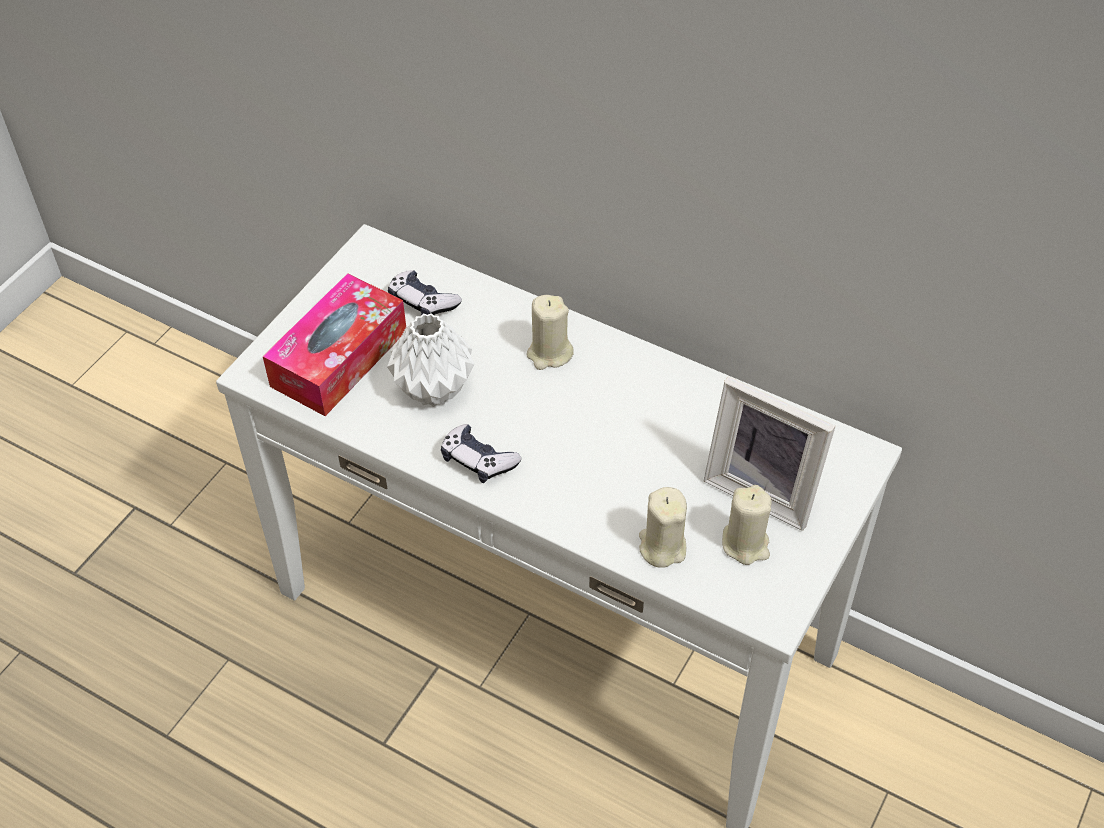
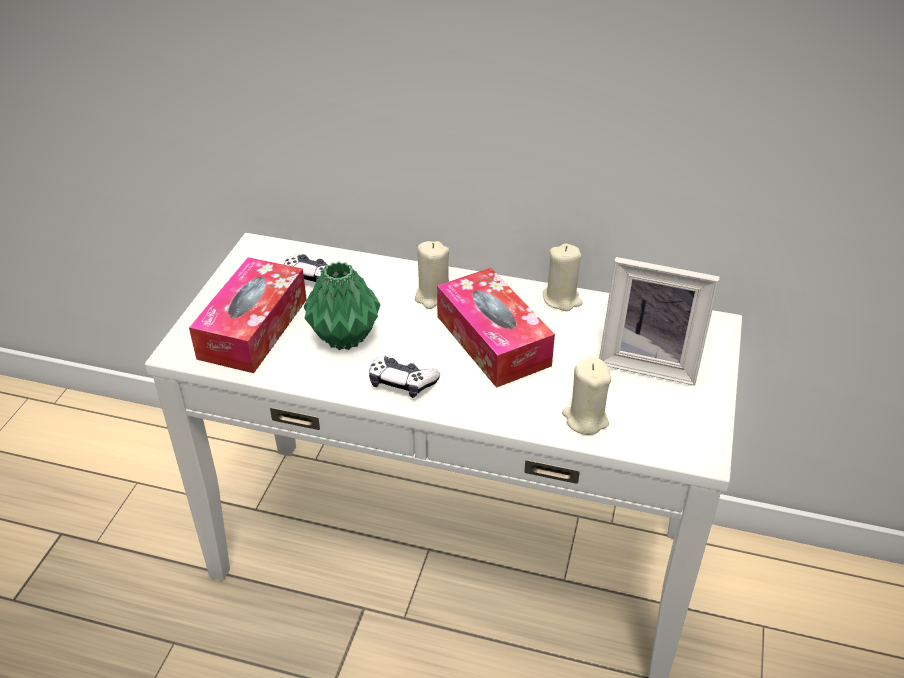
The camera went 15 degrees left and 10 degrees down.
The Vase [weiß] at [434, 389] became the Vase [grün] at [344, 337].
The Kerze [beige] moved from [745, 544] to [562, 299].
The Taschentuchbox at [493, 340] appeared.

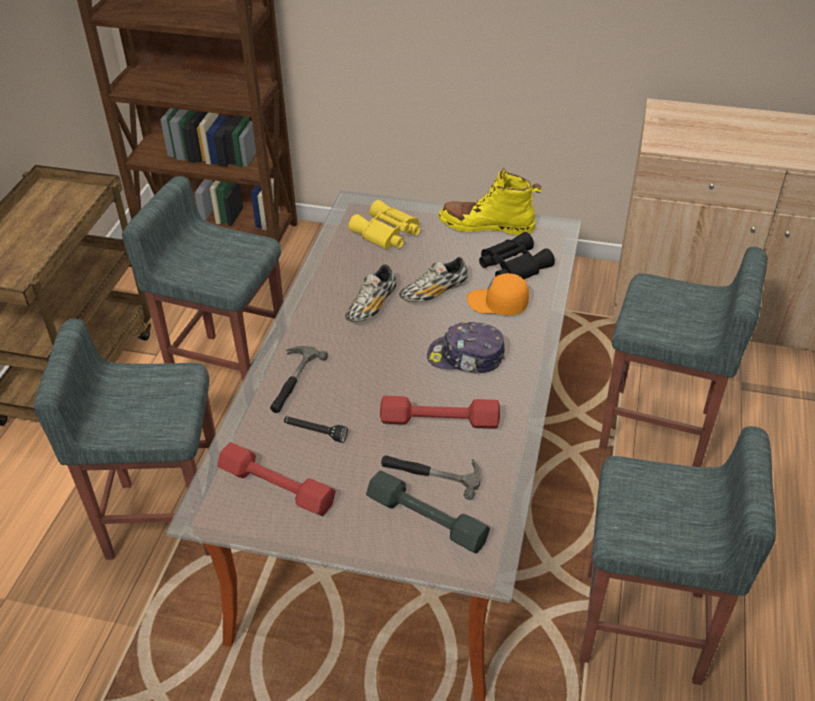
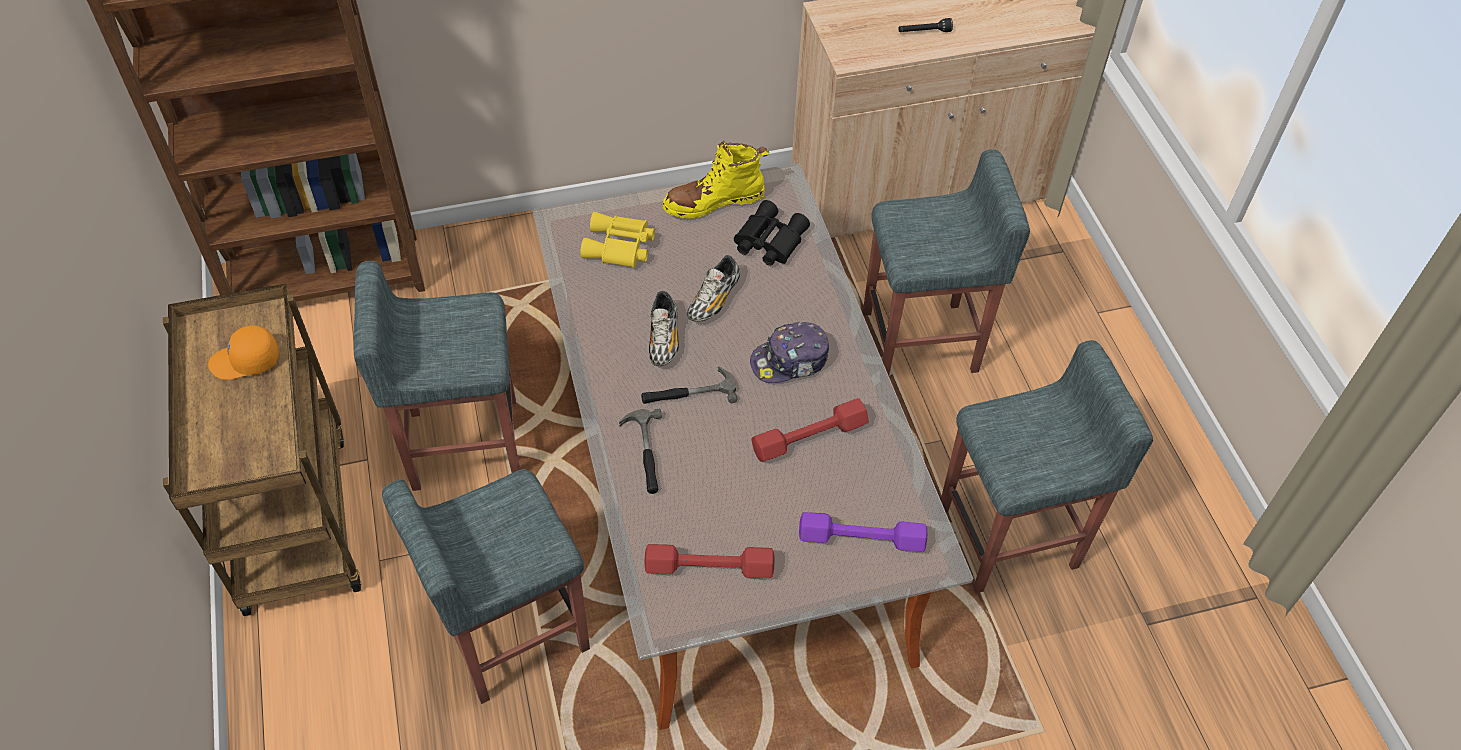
The camera went 30 degrees left and 10 degrees up.
The Kappe [orange] moved from [497, 304] to [245, 362].
The Taschenlampe [schwarz] moved from [315, 432] to [924, 32].
The Hammer moved from [431, 473] to [688, 392].
The Hantel [grau] at [427, 519] became the Hantel [lila] at [861, 538].

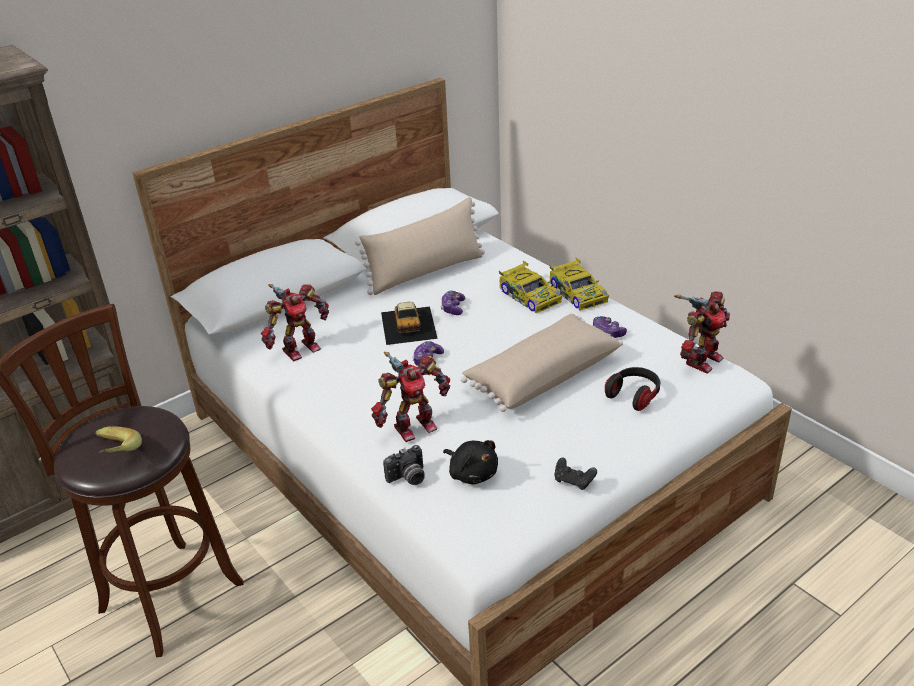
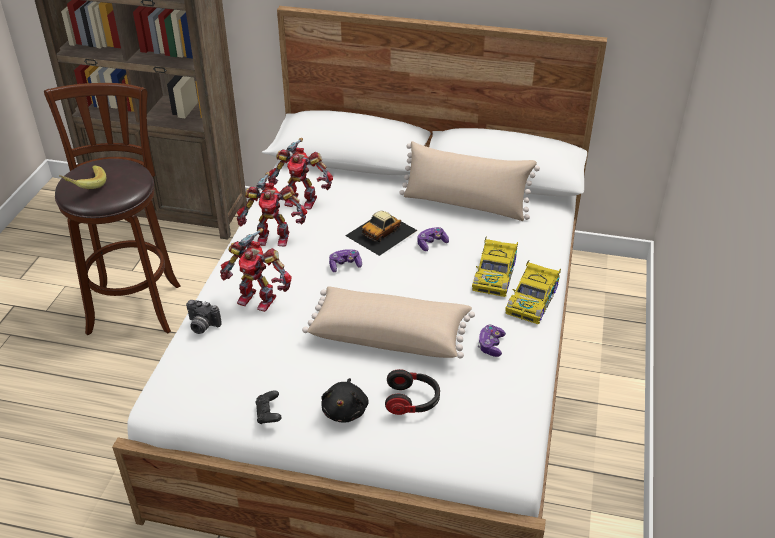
The camera went 50 degrees right and 5 degrees up.
The Spielzeugroboter moved from [701, 360] to [273, 237].
The Plüschtier [schwarz] moved from [472, 473] to [345, 410].

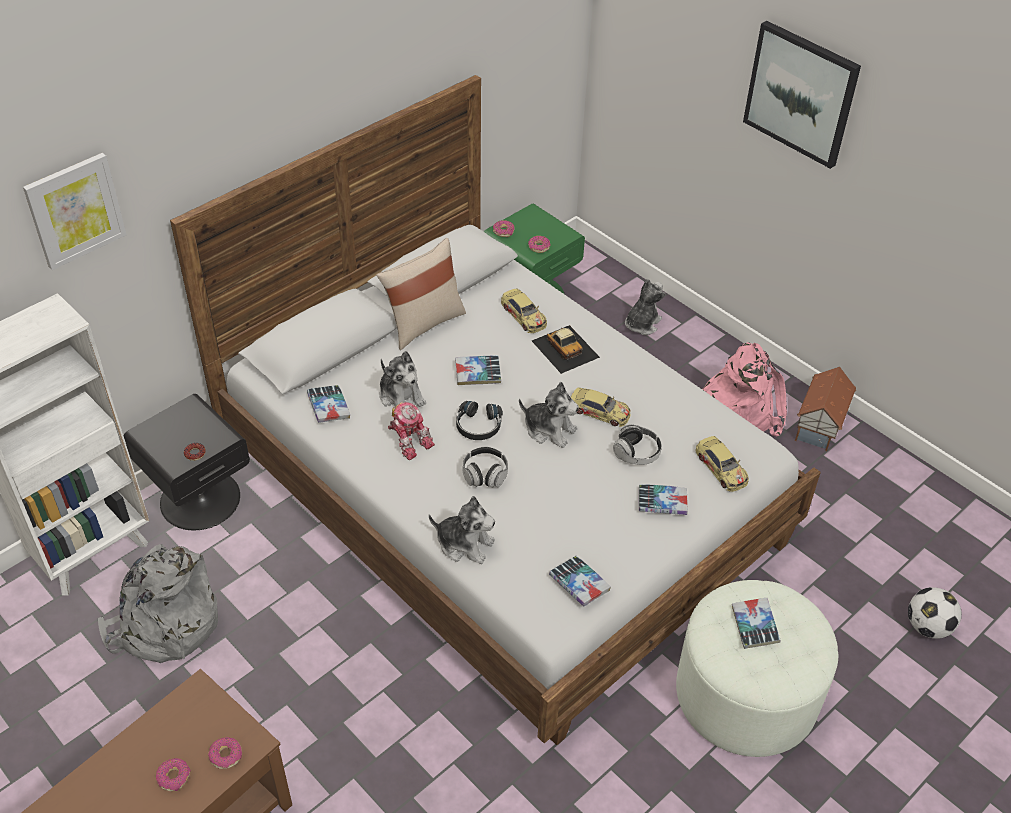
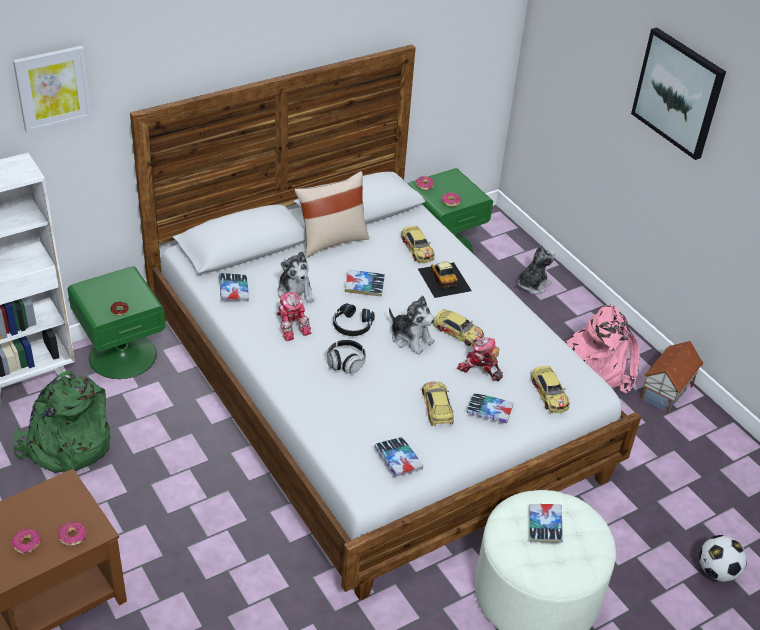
The camera went 10 degrees right and 5 degrees down.
The Nachttisch [schwarz] at [199, 498] became the Nachttisch [grün] at [122, 355].
The Kopfhörer at [637, 453] was replaced by the Spielzeugroboter at [480, 369].
The Plüschtier at [464, 544] disappeared.
The Rucksack [grau] at [165, 625] became the Rucksack [grün] at [66, 445].
The Spielzeugauto at [437, 406] appeared.

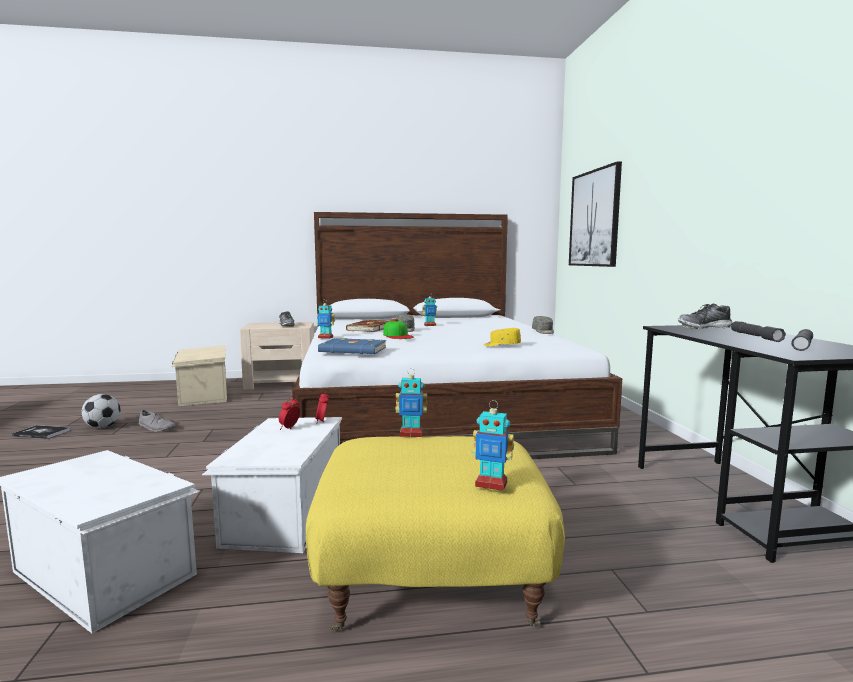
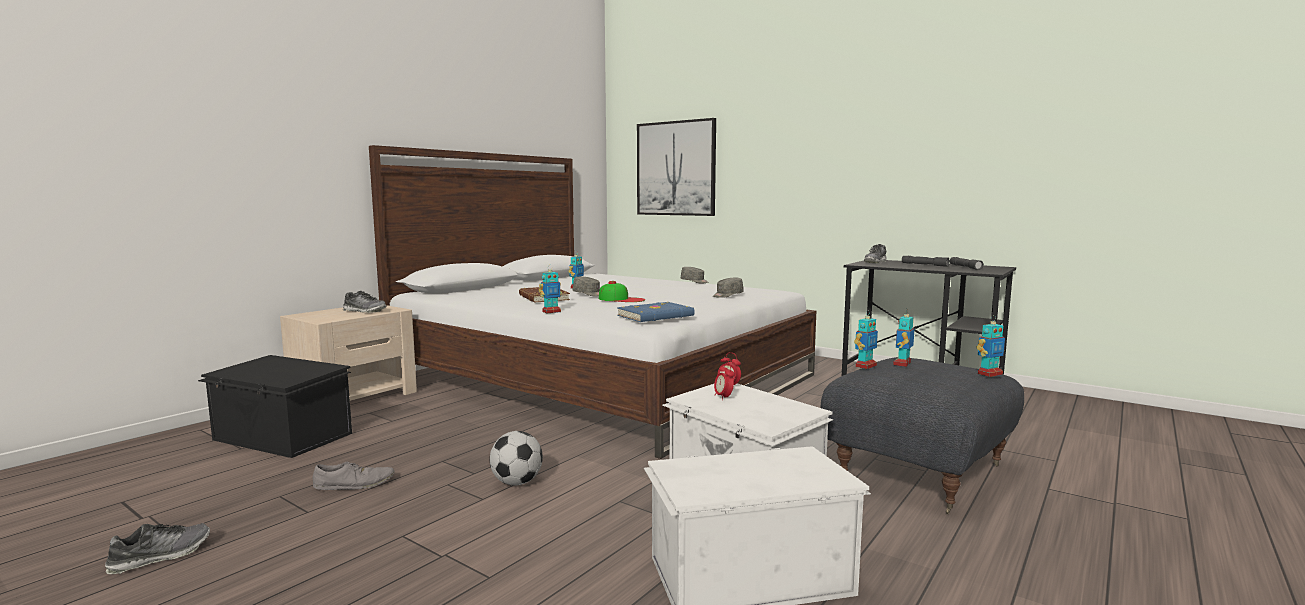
The camera went 45 degrees left and 0 degrees up.
The Kappe [gelb] at [502, 345] became the Kappe [grau] at [727, 295].
The Aufbewahrungsbox [beige] at [202, 395] became the Aufbewahrungsbox [schwarz] at [282, 437].
The Fußball moved from [102, 427] to [516, 483].
The Buch at [41, 433] was replaced by the Schuh at [161, 556].
The Polsterhocker [gelb] at [433, 580] became the Polsterhocker [grau] at [917, 471].
The Spielzeugroboter at [902, 364] appeared.

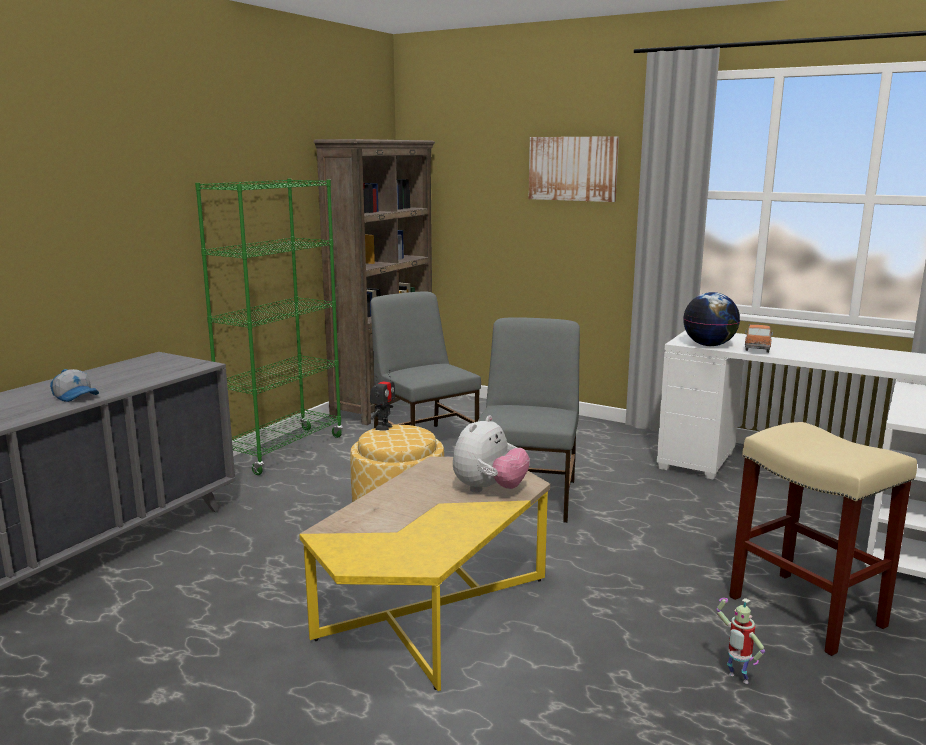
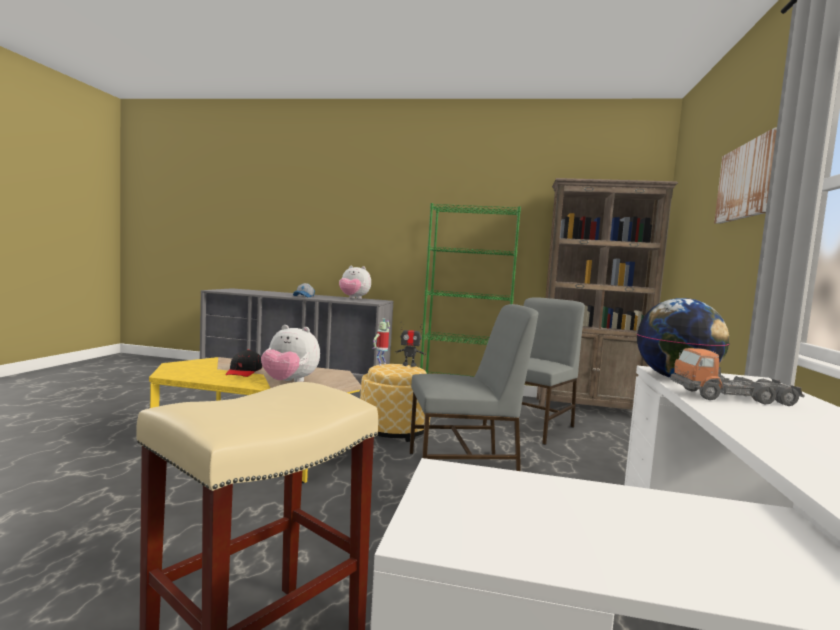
The camera went 70 degrees right and 10 degrees down.
The Spielzeugroboter moved from [736, 679] to [381, 364].
The Plüschtier at [353, 298] appeared.
The Kappe [schwarz] at [244, 371] appeared.

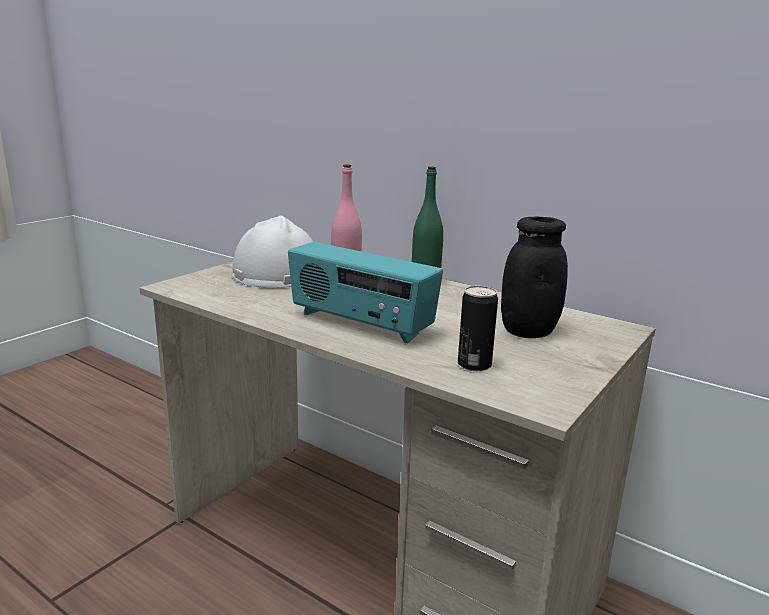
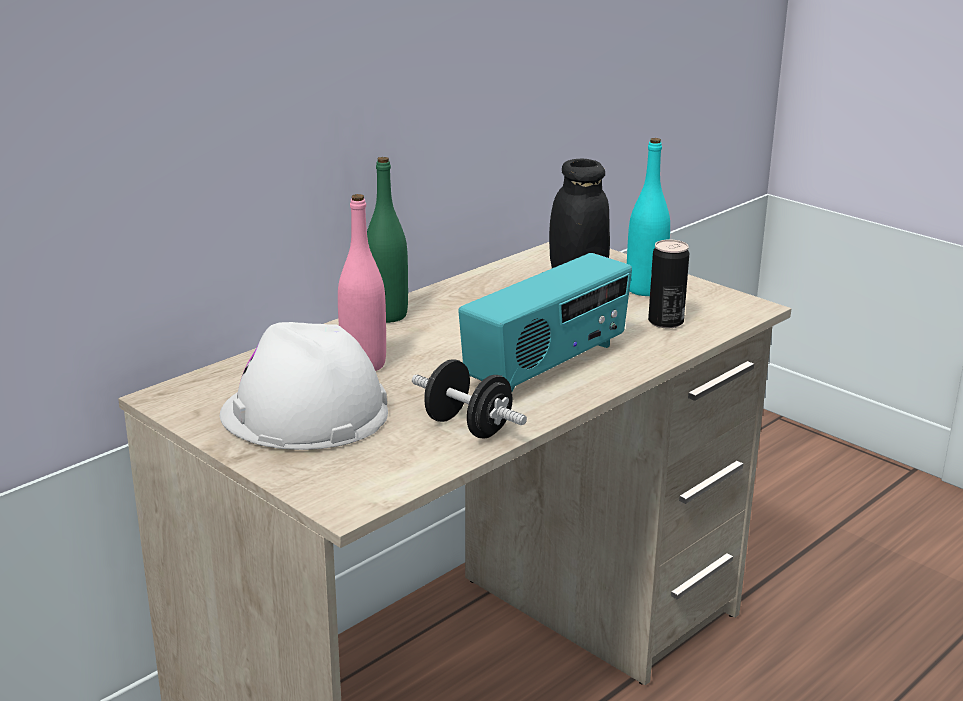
The camera went 80 degrees left and 5 degrees up.
The Flasche [türkis] at [645, 289] appeared.
The Hantel [schwarz] at [468, 427] appeared.

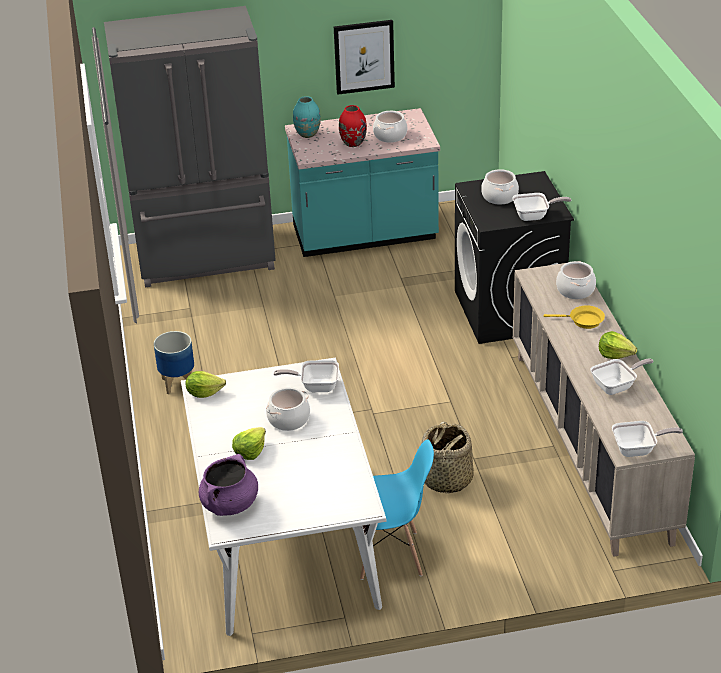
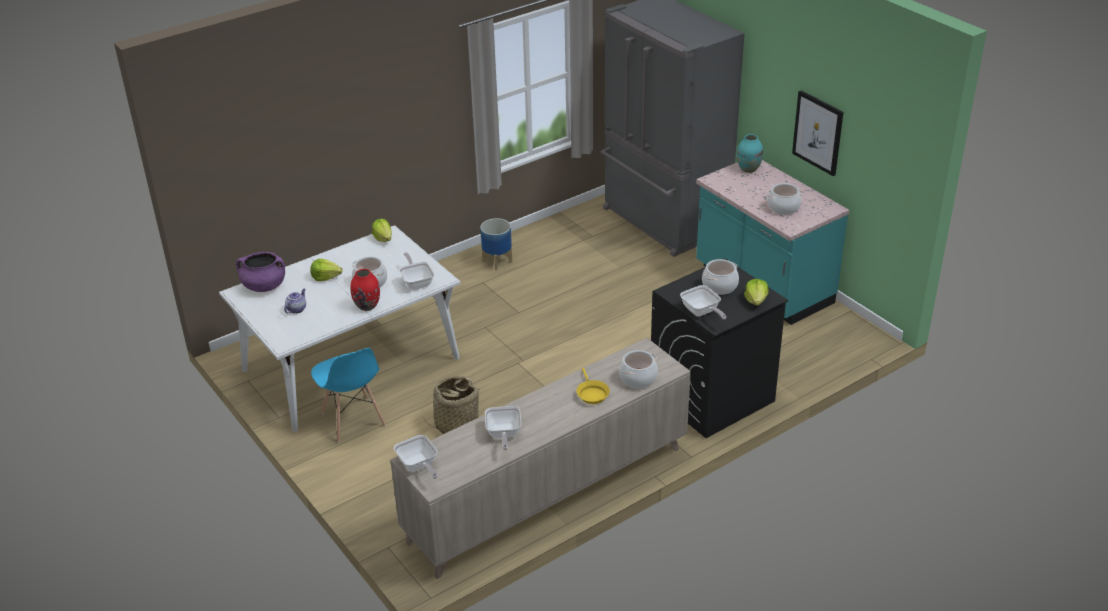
The camera went 65 degrees right and 0 degrees up.
The Vase [rot] moved from [353, 143] to [367, 306].
The Salatkopf moved from [615, 354] to [756, 300].
The Pfanne at [617, 386] turned 45 degrees clockwise.
The Teekanne at [296, 309] appeared.

